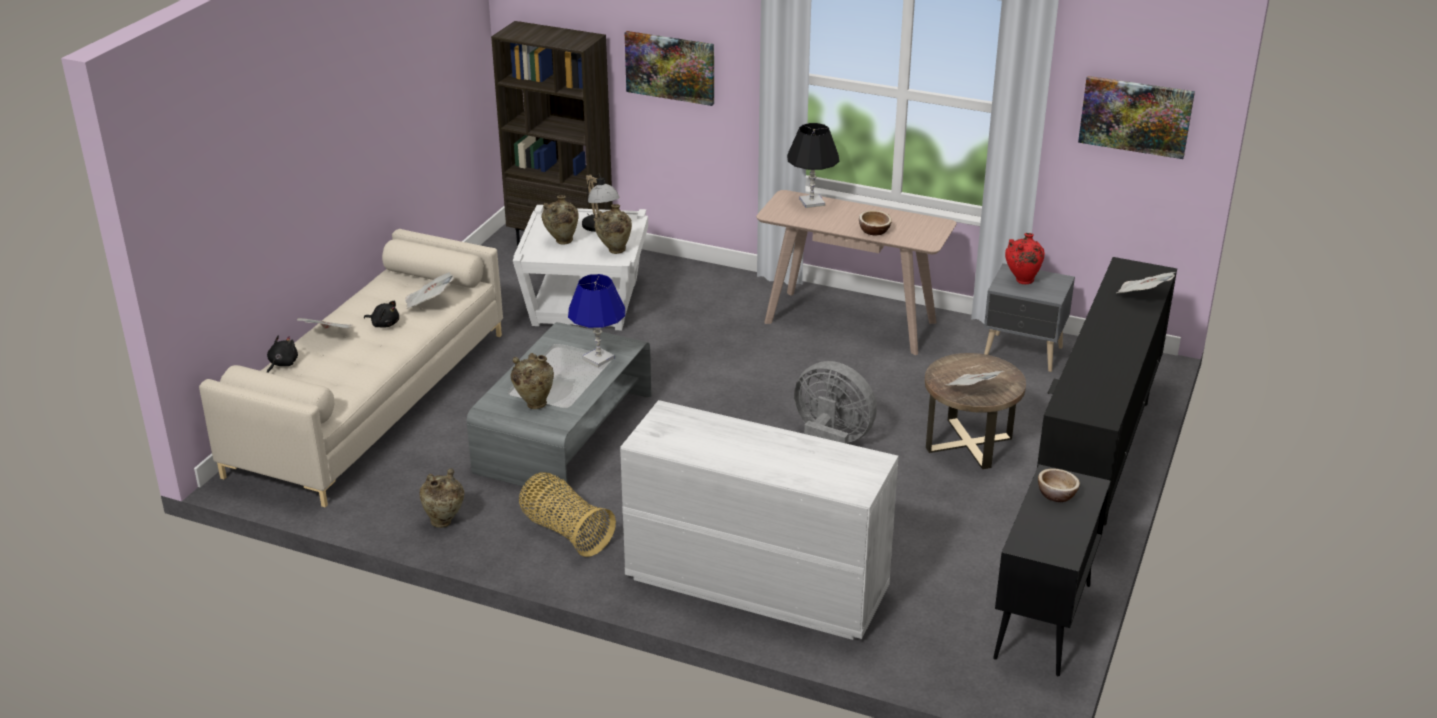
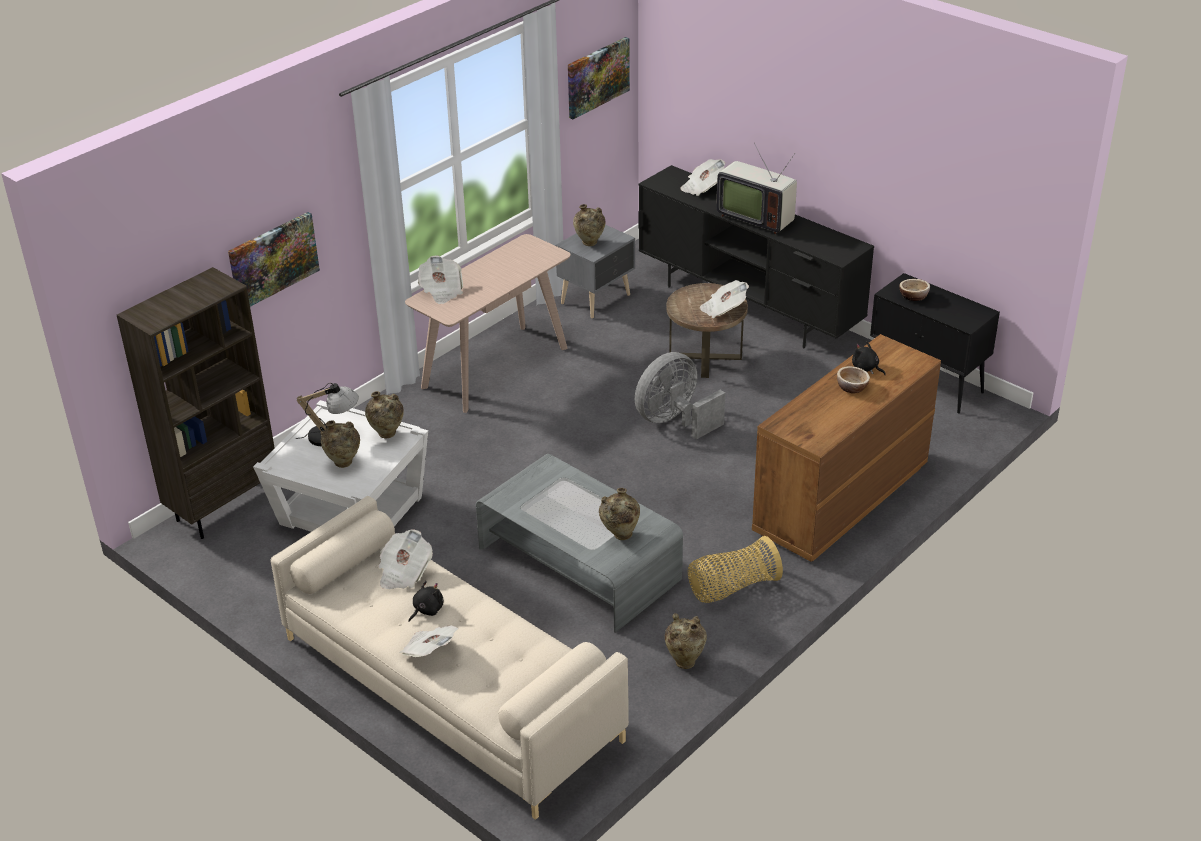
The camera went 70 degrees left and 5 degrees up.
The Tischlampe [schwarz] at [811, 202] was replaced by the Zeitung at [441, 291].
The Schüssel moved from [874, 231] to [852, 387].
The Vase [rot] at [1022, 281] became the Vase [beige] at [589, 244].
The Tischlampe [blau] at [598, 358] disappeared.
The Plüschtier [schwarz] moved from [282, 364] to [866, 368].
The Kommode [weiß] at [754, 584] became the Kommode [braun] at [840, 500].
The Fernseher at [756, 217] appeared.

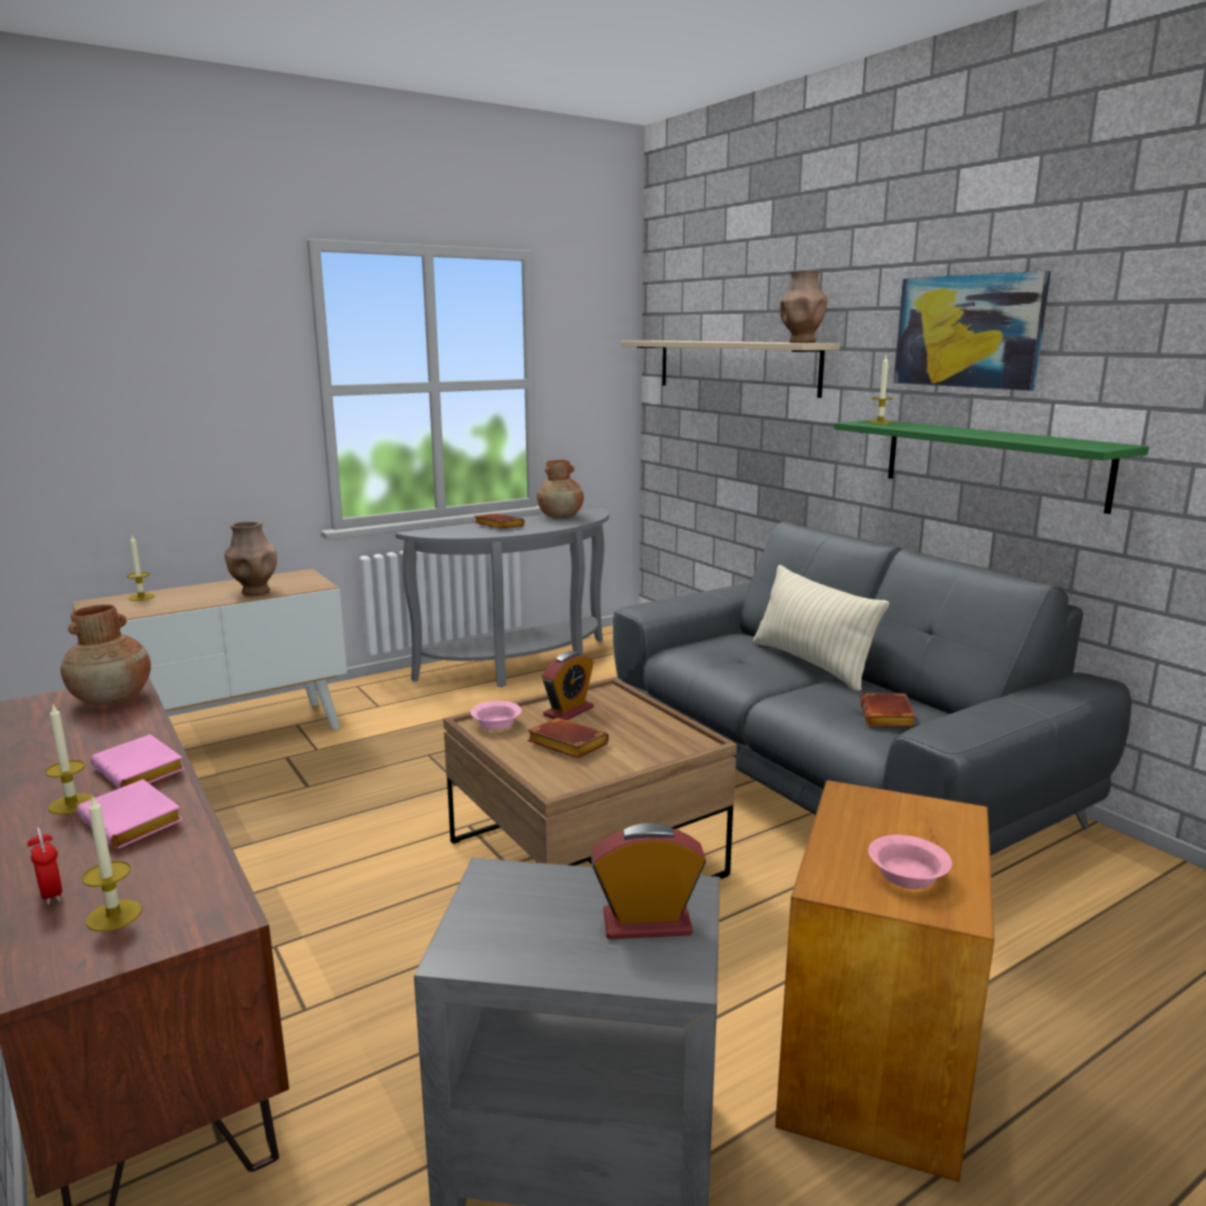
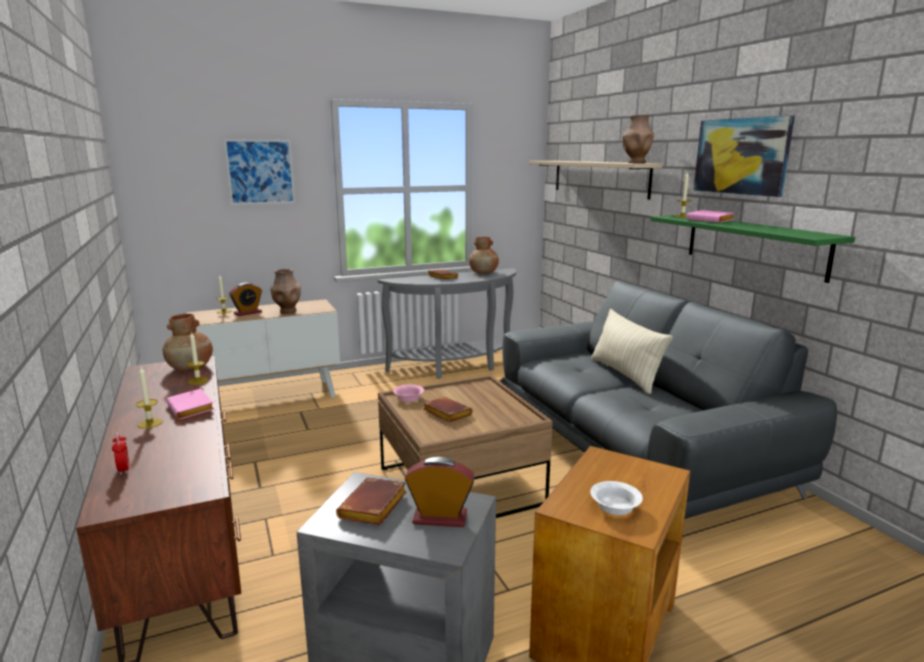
The camera went 10 degrees right and 0 degrees up.
The Wecker moved from [568, 711] to [248, 313].
The Buch [braun] moved from [888, 717] to [374, 508].
The Buch [rosa] moved from [135, 822] to [711, 221].
The Kerze moved from [114, 915] to [198, 381].
The Schüssel [rosa] at [906, 876] became the Schüssel [weiß] at [614, 507].
The Bild at [260, 172] appeared.

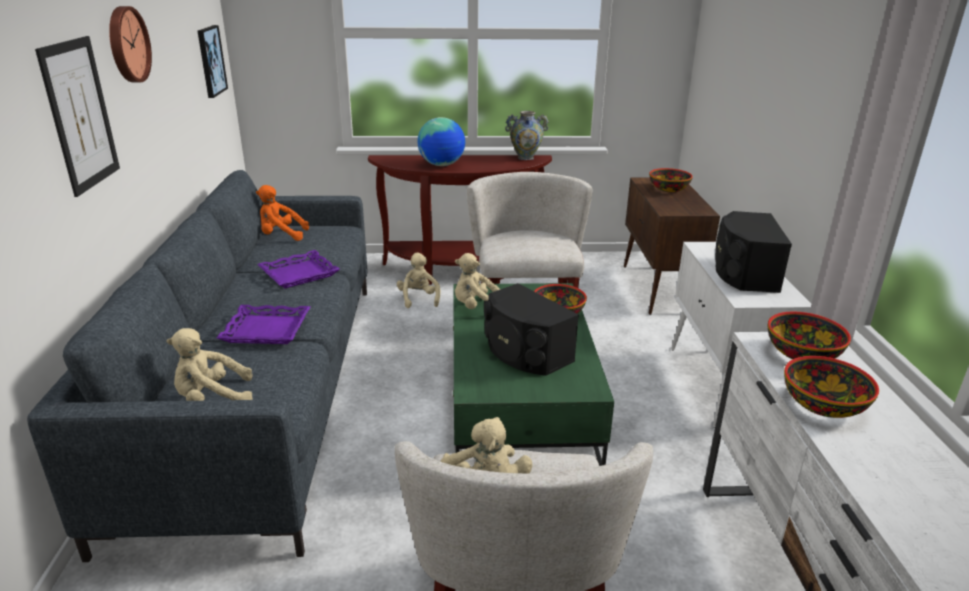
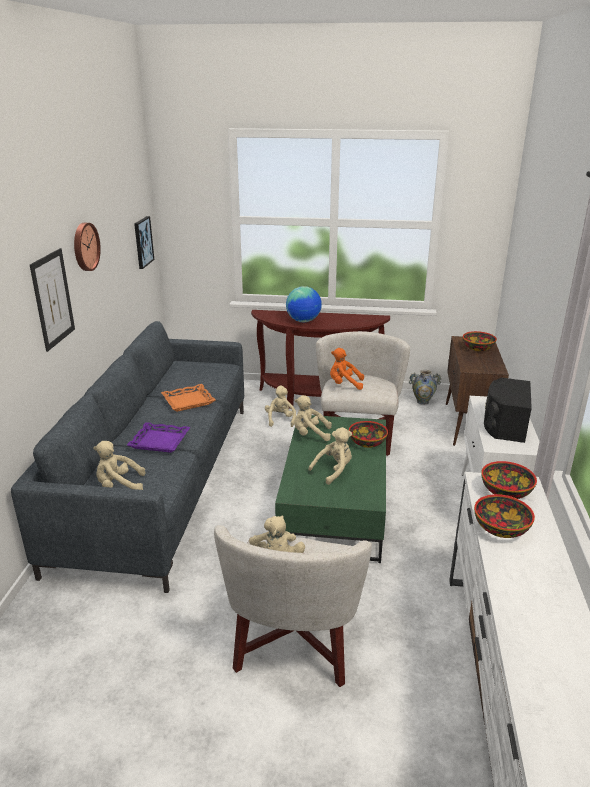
The camera went 10 degrees right and 0 degrees up.
The Vase moved from [525, 158] to [422, 402].
The Plüschtier [orange] moved from [280, 236] to [344, 384].
The Tablett [lila] at [299, 274] became the Tablett [orange] at [188, 401].
The Lautsprecher [schwarz] at [524, 352] was replaced by the Plüschtier [beige] at [334, 470].

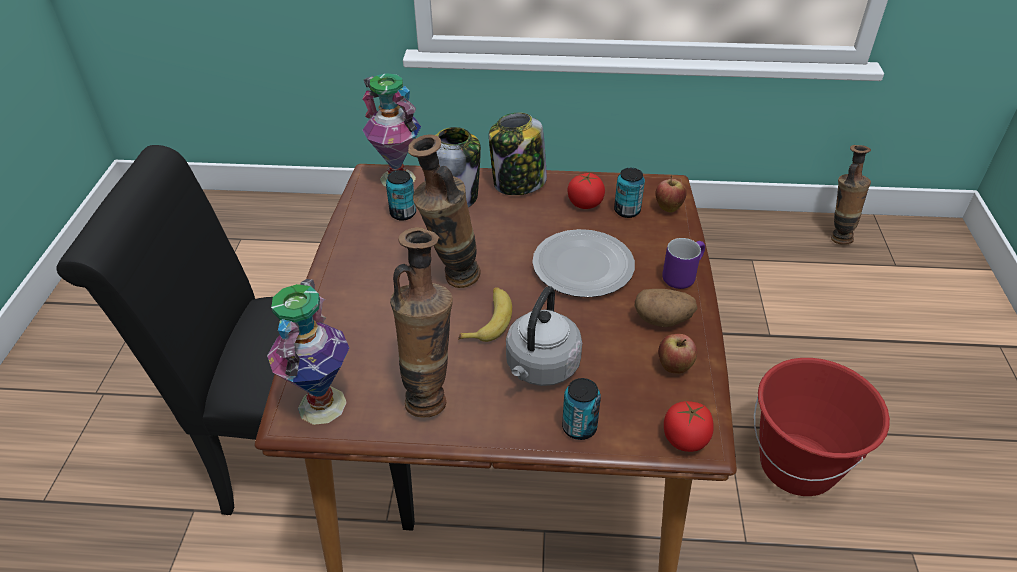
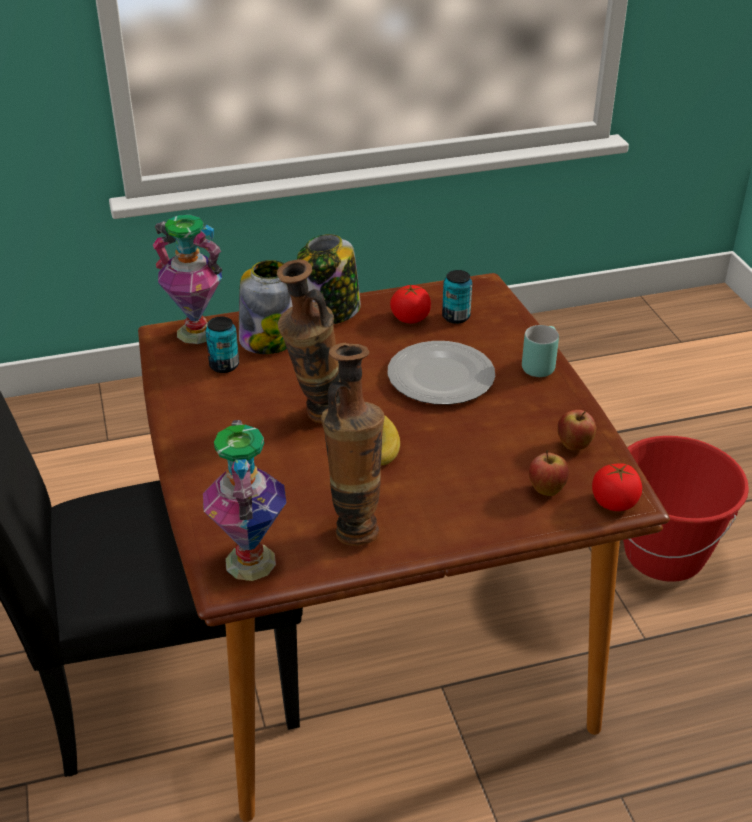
The camera went 20 degrees left and 5 degrees down.
The Vase at [837, 236] disappeared.
The Apfel moved from [668, 208] to [546, 490].
The Henkelbecher [lila] at [681, 275] became the Henkelbecher [türkis] at [538, 364].
The Wasserkessel [grau] at [541, 368] disappeared.
The Kartoffel at [663, 320] disappeared.
The Dose at [579, 427] disappeared.

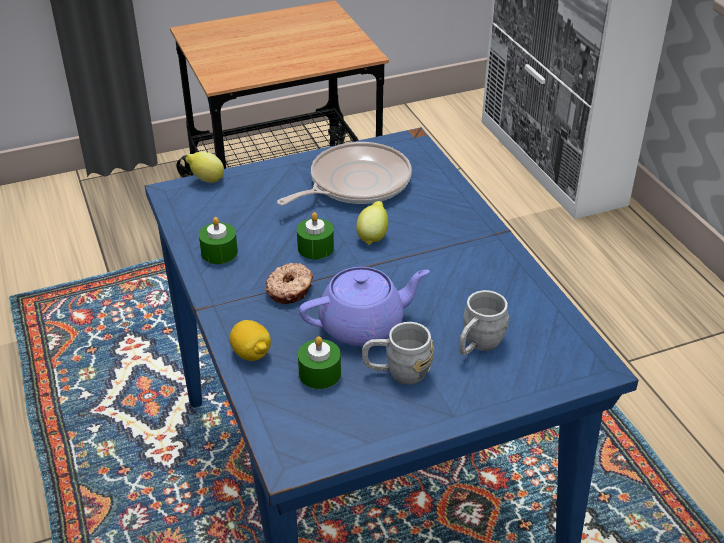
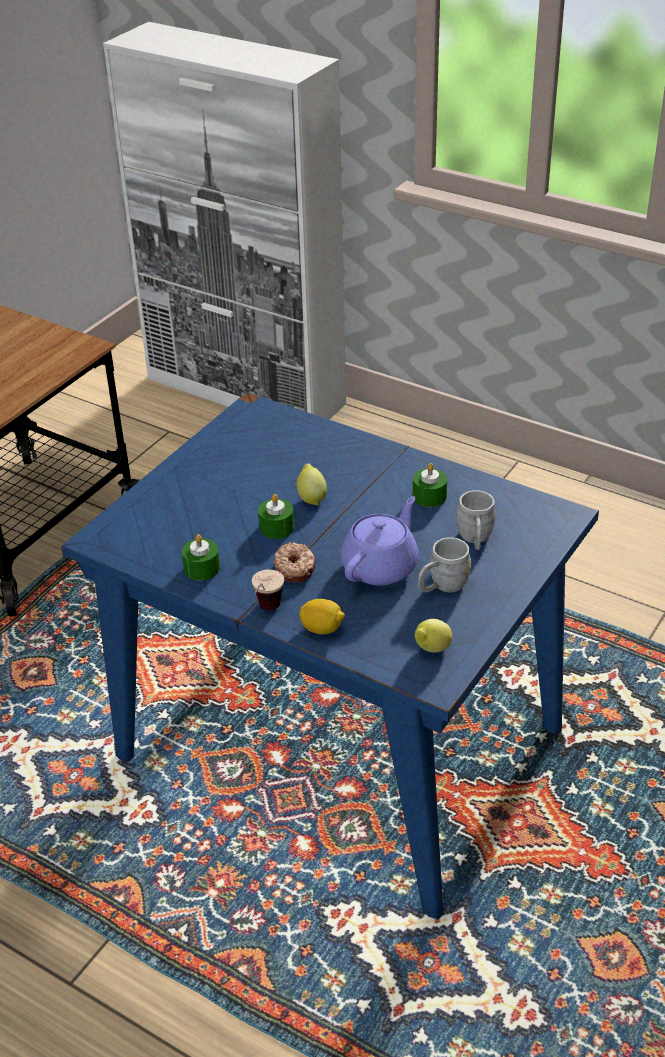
The camera went 35 degrees left and 0 degrees up.
The Pfanne at [355, 183] disappeared.
The Zitrone moved from [206, 180] to [431, 650].
The Kerze [grün] moved from [319, 373] to [429, 496].
The Tasse at [266, 612] appeared.

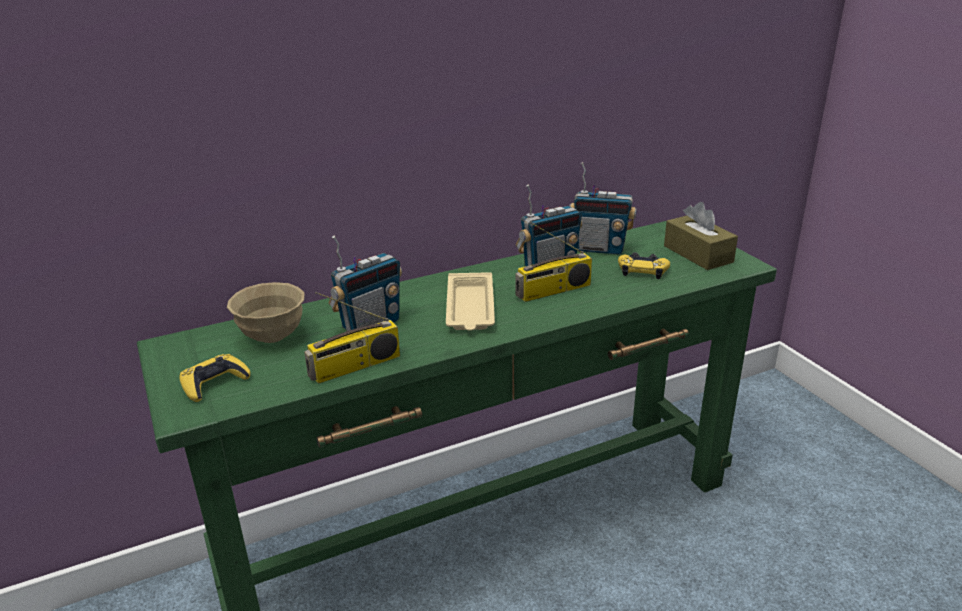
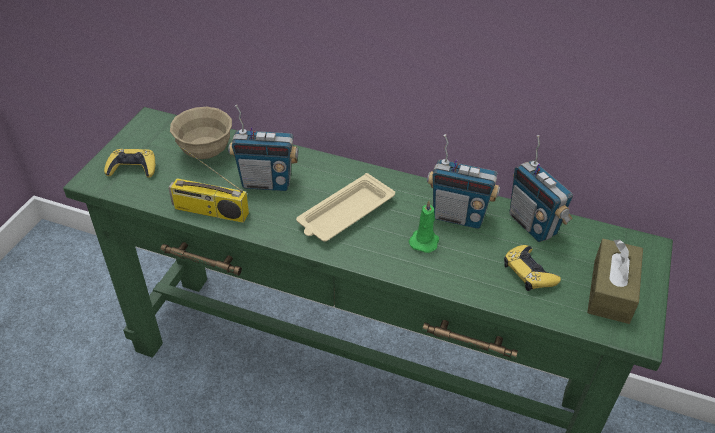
The camera went 45 degrees right and 15 degrees up.
The Radio at [553, 291] was replaced by the Kerze [grün] at [424, 241].

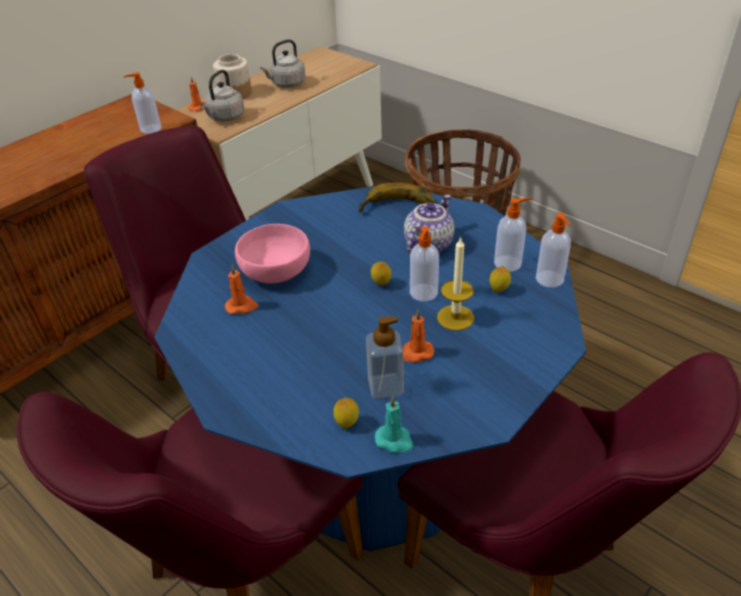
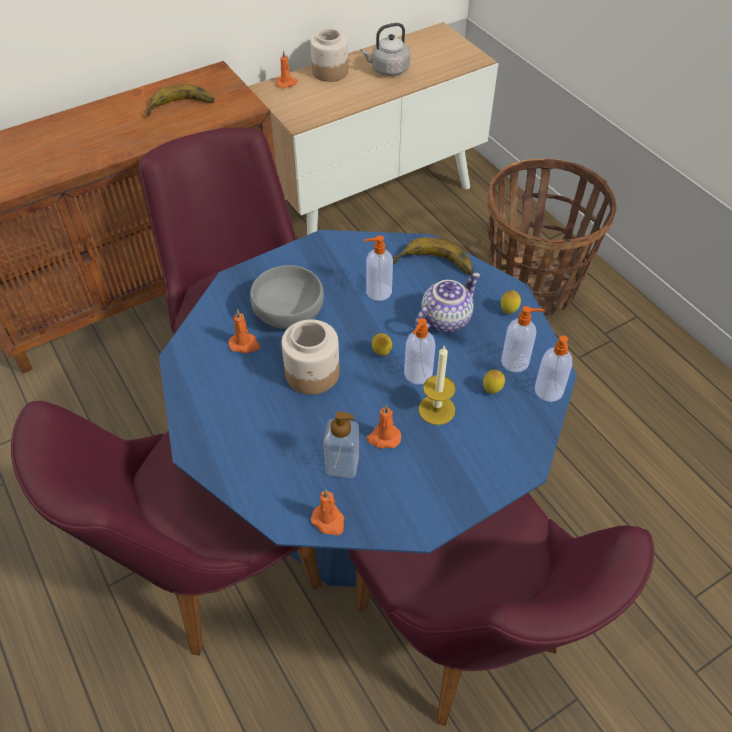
The camera went 15 degrees right and 10 degrees up.
The Wasserkessel [grau] at [225, 117] disappeared.
The Seifenspender moved from [150, 129] to [377, 292].
The Schüssel [rosa] at [277, 271] became the Schüssel [grau] at [289, 313].
The Kerze [türkis] at [395, 440] became the Kerze [orange] at [329, 521].
The Zitrone moved from [347, 424] to [508, 311].
The Banane at [181, 108] appeared.
The Vorratsglas at [313, 374] appeared.

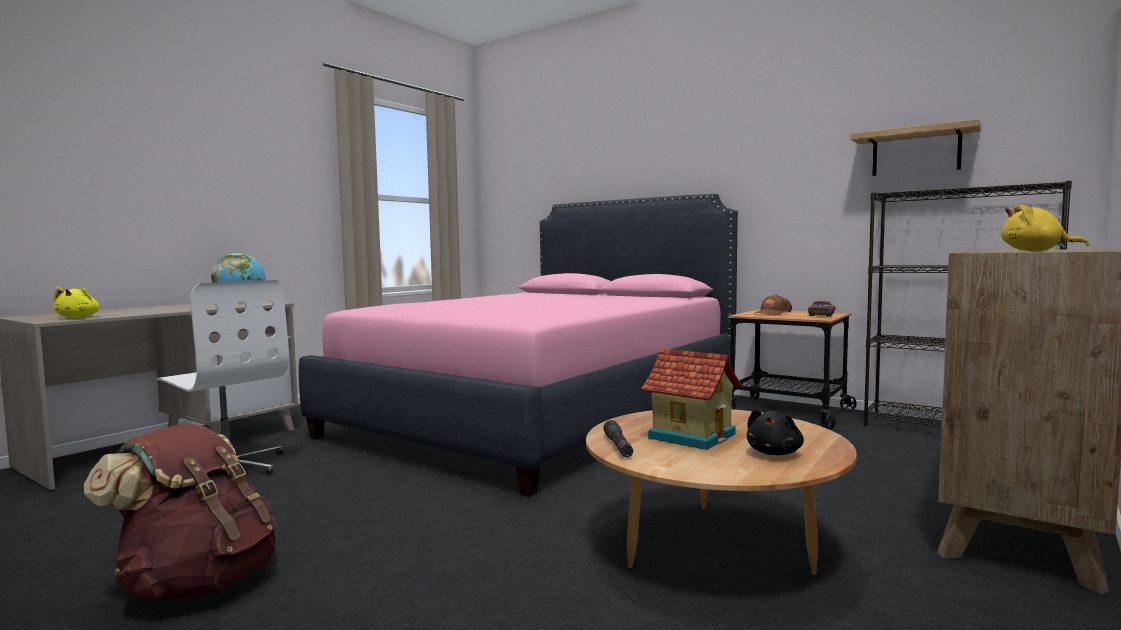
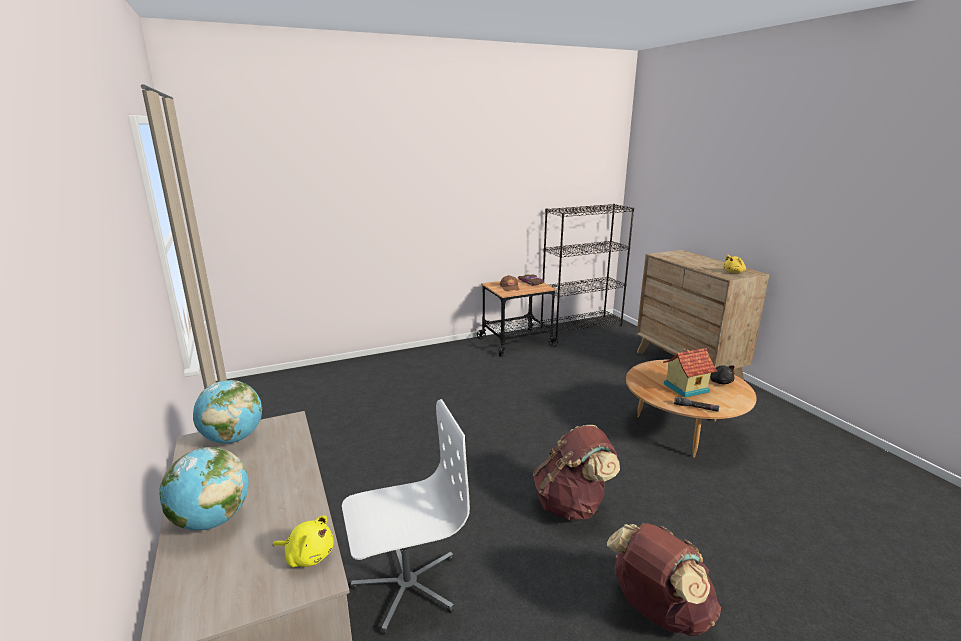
The camera went 60 degrees left and 15 degrees up.
The Wandregal at [916, 152] disappeared.
The Bett [rosa] at [543, 415] disappeared.
The Rucksack [braun] at [572, 504] appeared.
The Globus at [212, 520] appeared.

